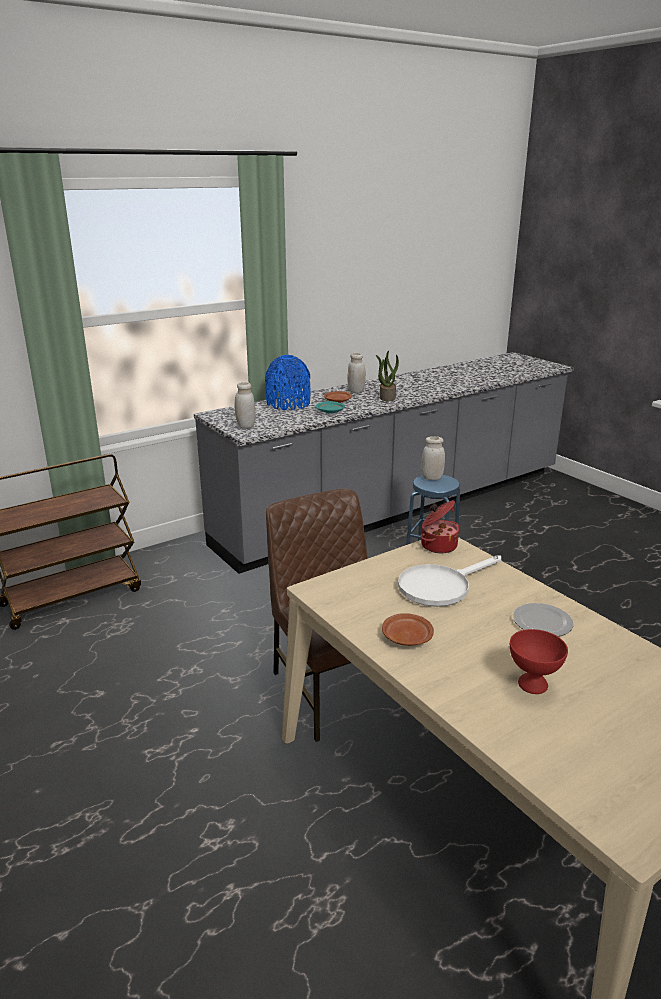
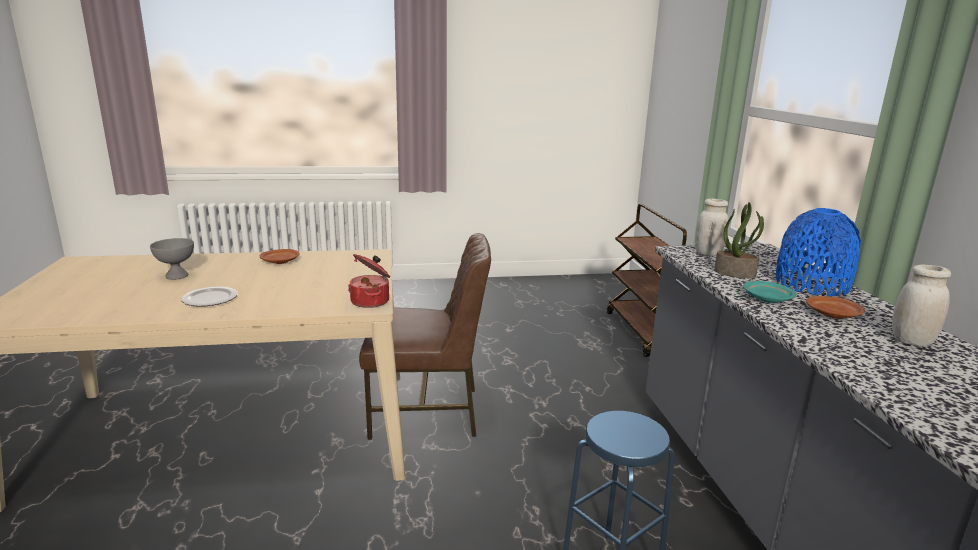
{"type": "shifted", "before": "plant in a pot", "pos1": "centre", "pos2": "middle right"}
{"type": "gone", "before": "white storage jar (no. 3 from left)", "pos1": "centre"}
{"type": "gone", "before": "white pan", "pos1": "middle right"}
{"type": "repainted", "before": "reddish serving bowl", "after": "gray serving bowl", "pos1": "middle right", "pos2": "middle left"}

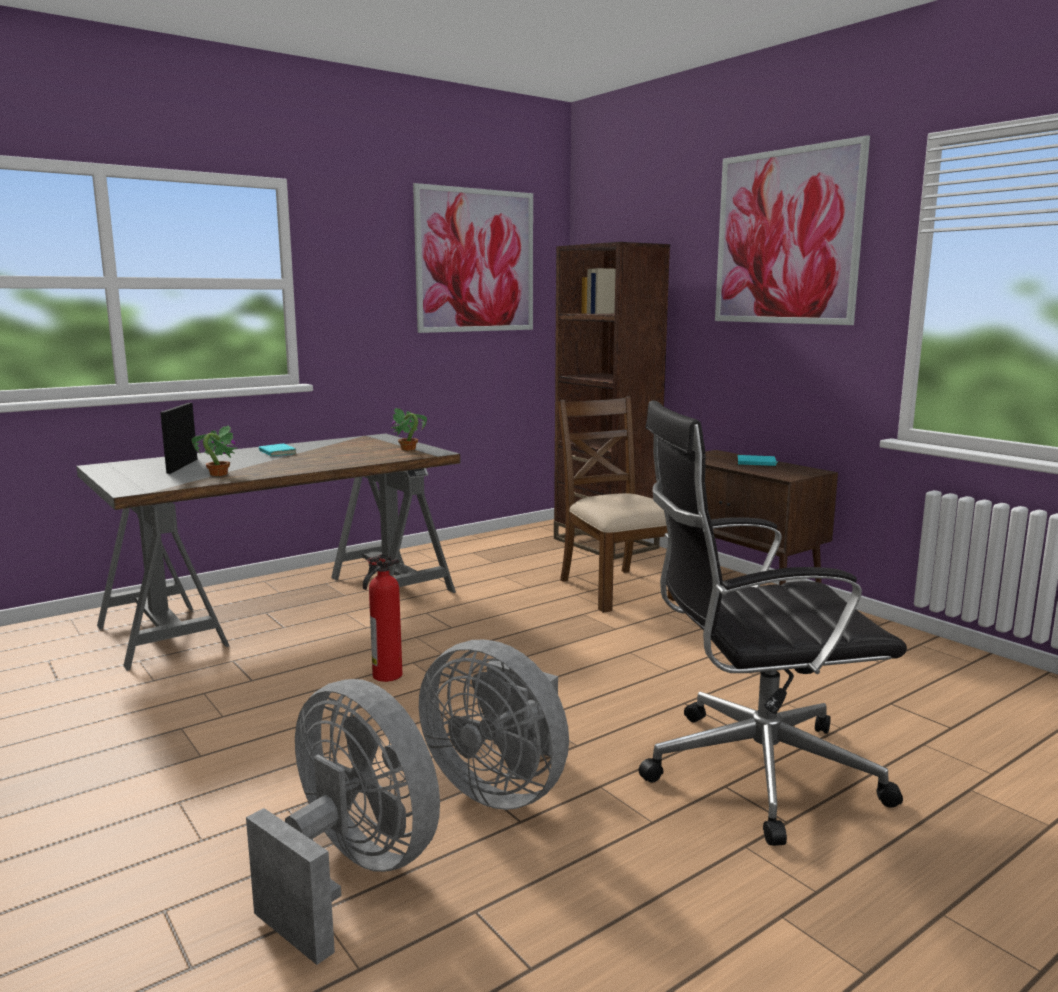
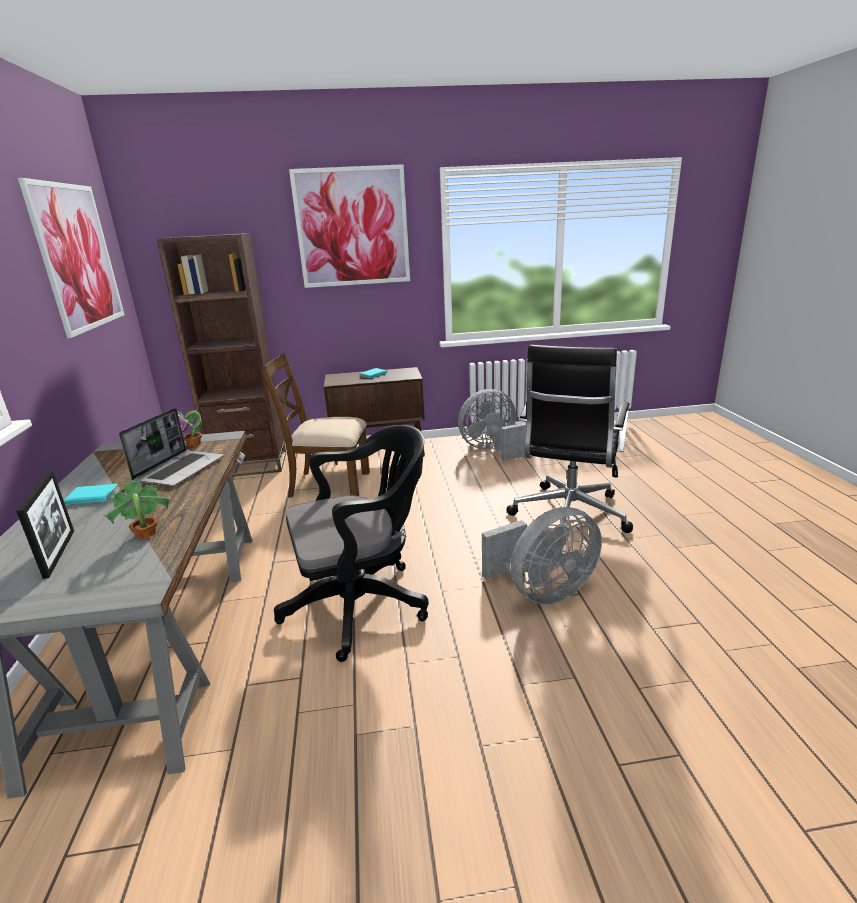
{"type": "rotated", "before": "standing frame", "pos1": "middle left", "pos2": "middle left", "turn": -135}
{"type": "swapped", "before": "fire-fighting cylinder", "after": "black desk chair (no. 1 from left)", "pos1": "centre", "pos2": "centre"}
{"type": "shifted", "before": "gray fan (no. 1 from left)", "pos1": "bottom left", "pos2": "centre"}
{"type": "new", "after": "portable computer", "pos2": "middle left"}

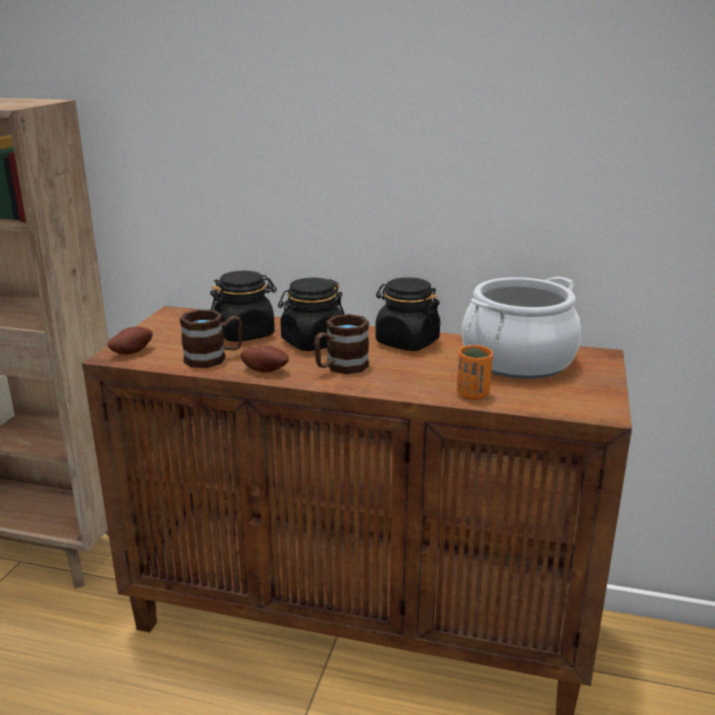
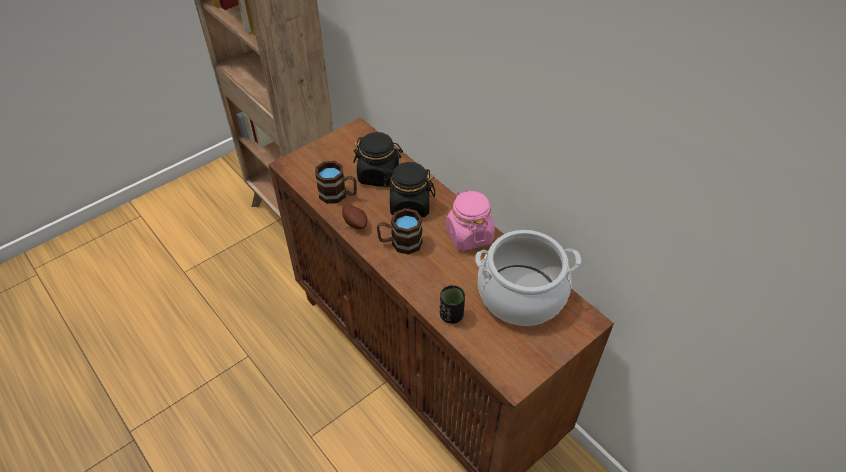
{"type": "repainted", "before": "black storage jar (no. 3 from left)", "after": "pinkish storage jar", "pos1": "centre", "pos2": "centre"}
{"type": "gone", "before": "whole potato (no. 1 from left)", "pos1": "middle left"}
{"type": "repainted", "before": "orangey cup", "after": "black cup", "pos1": "centre", "pos2": "centre"}

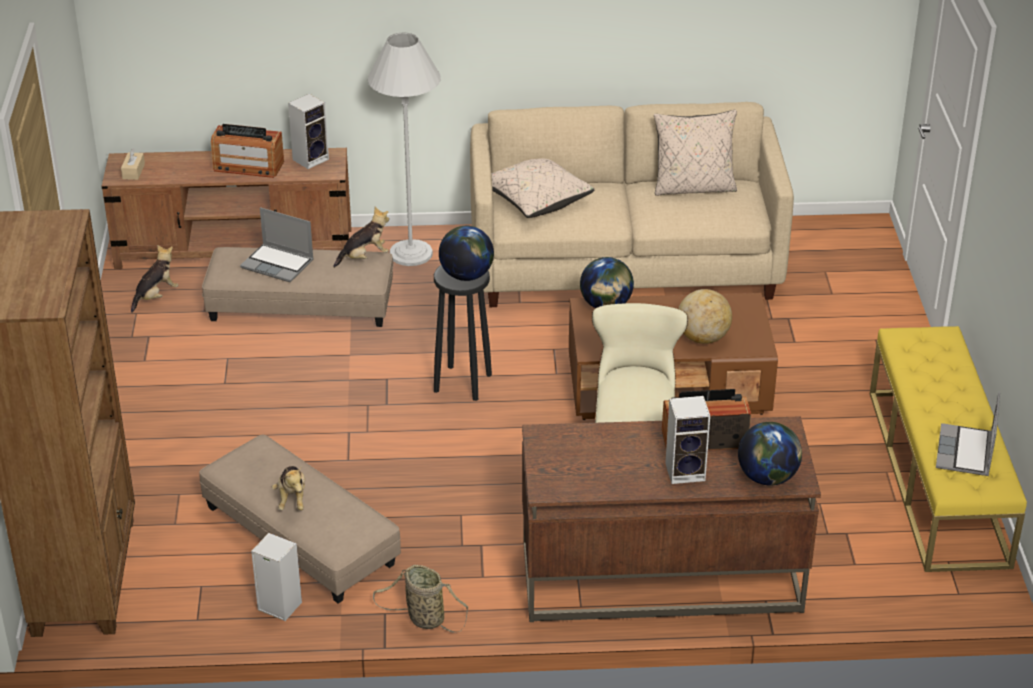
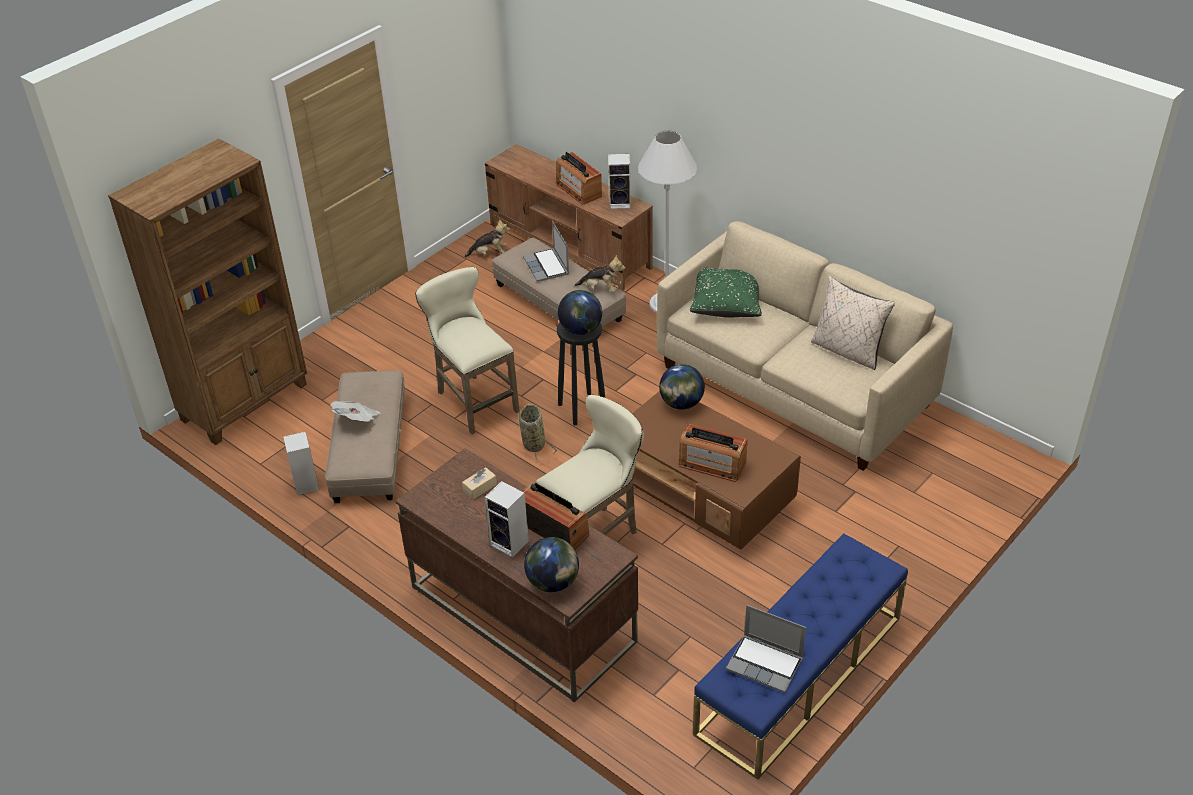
{"type": "shifted", "before": "beige tissue holder", "pos1": "top left", "pos2": "centre"}
{"type": "repainted", "before": "beige cushion (no. 1 from left)", "after": "green-coloured cushion", "pos1": "top centre", "pos2": "centre"}
{"type": "swapped", "before": "globe (no. 3 from left)", "after": "radio set (no. 3 from left)", "pos1": "middle right", "pos2": "centre"}
{"type": "repainted", "before": "yellow indoor bench", "after": "bluish indoor bench", "pos1": "middle right", "pos2": "bottom right"}
{"type": "rotated", "before": "portable computer (no. 2 from left)", "pos1": "middle right", "pos2": "bottom centre", "turn": -120}
{"type": "swapped", "before": "cuddly toy (no. 2 from left)", "after": "newspaper", "pos1": "bottom left", "pos2": "middle left"}
{"type": "shifted", "before": "storage basket", "pos1": "bottom centre", "pos2": "centre"}
{"type": "new", "after": "beige stool (no. 1 from left)", "pos2": "centre"}

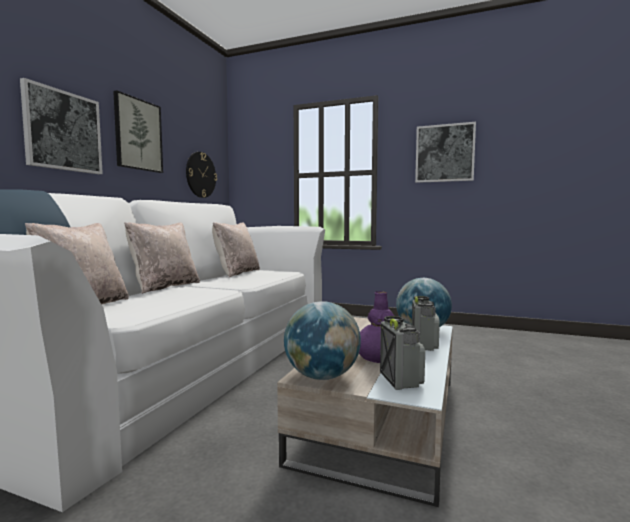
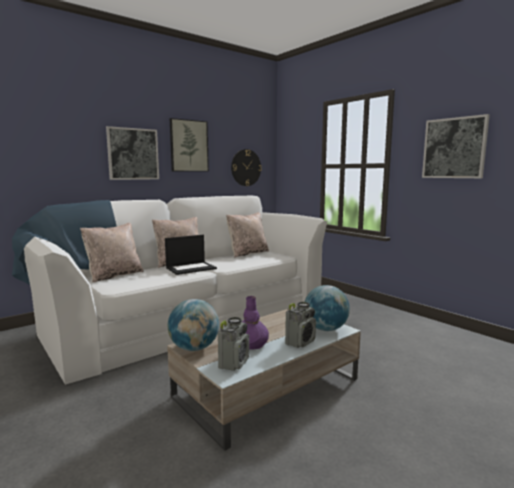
{"type": "new", "after": "portable computer", "pos2": "centre"}

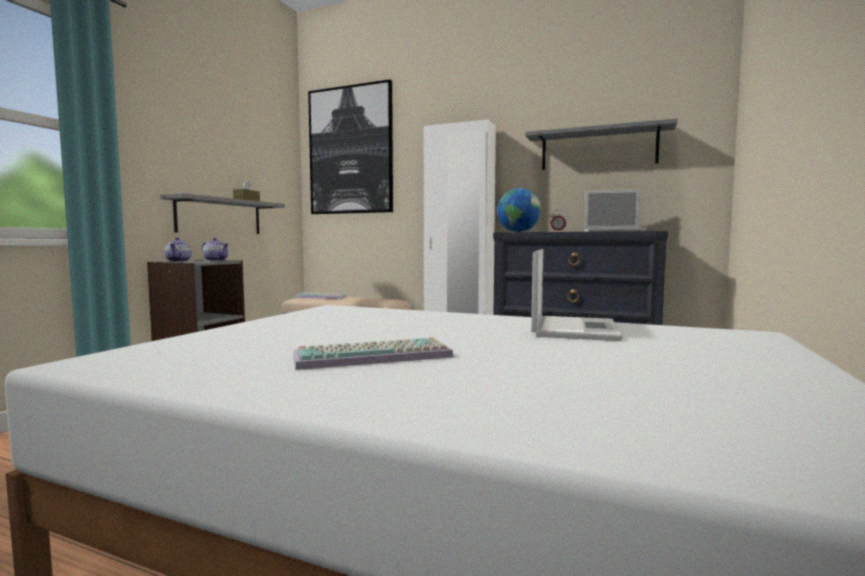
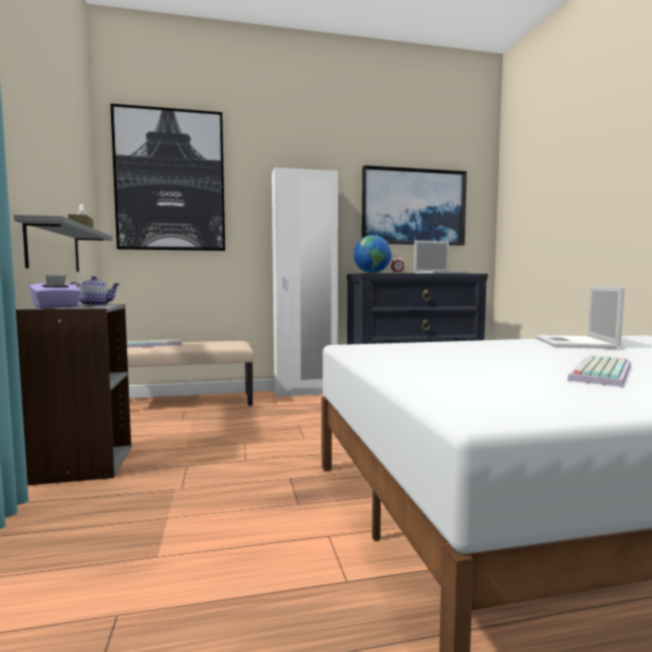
{"type": "swapped", "before": "gray wall shelf (no. 2 from left)", "after": "wall art (no. 2 from left)", "pos1": "top right", "pos2": "top centre"}
{"type": "swapped", "before": "tea pot (no. 1 from left)", "after": "purplish tissue holder", "pos1": "middle left", "pos2": "middle left"}
{"type": "rotated", "before": "portable computer (no. 1 from left in the first image)", "pos1": "middle right", "pos2": "middle right", "turn": -150}

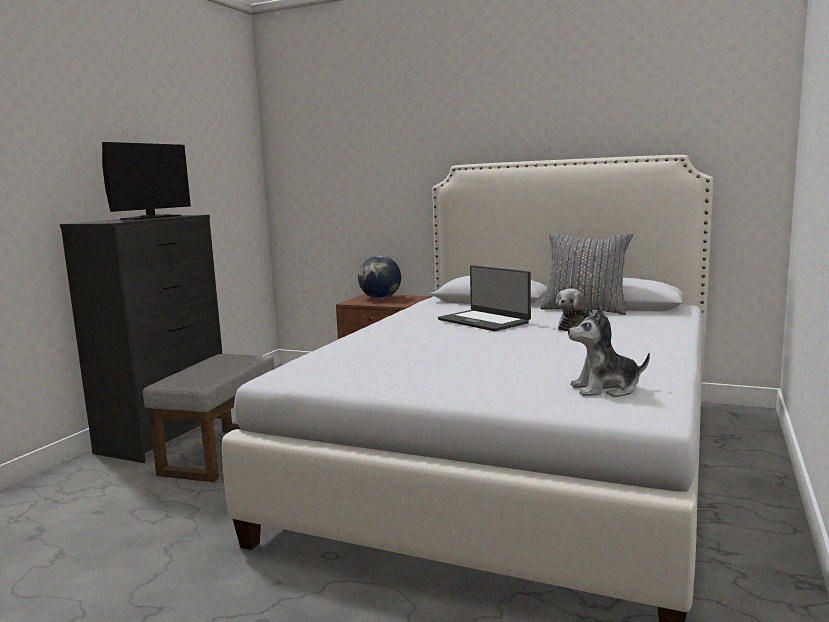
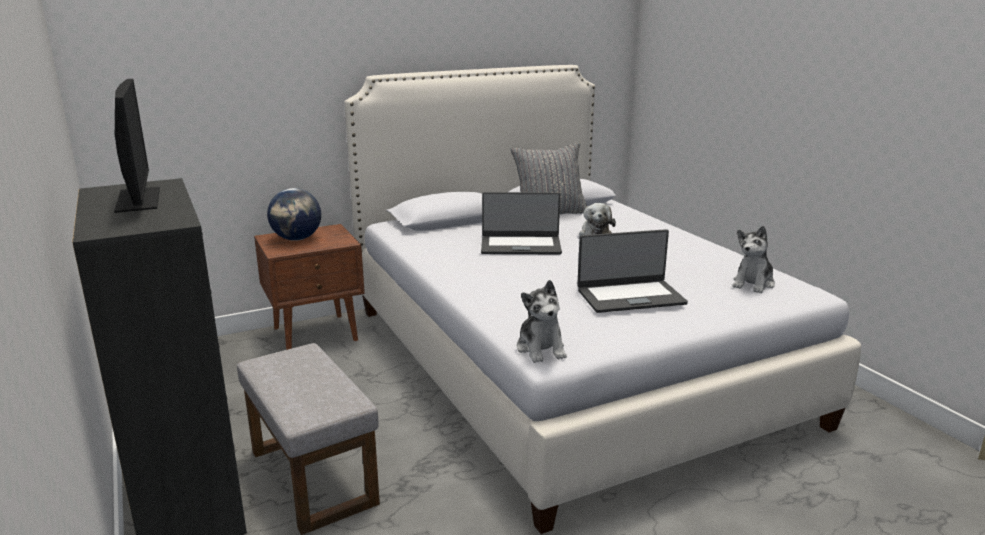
{"type": "new", "after": "portable computer (no. 2 from left)", "pos2": "centre"}
{"type": "new", "after": "cuddly toy (no. 1 from left)", "pos2": "centre"}

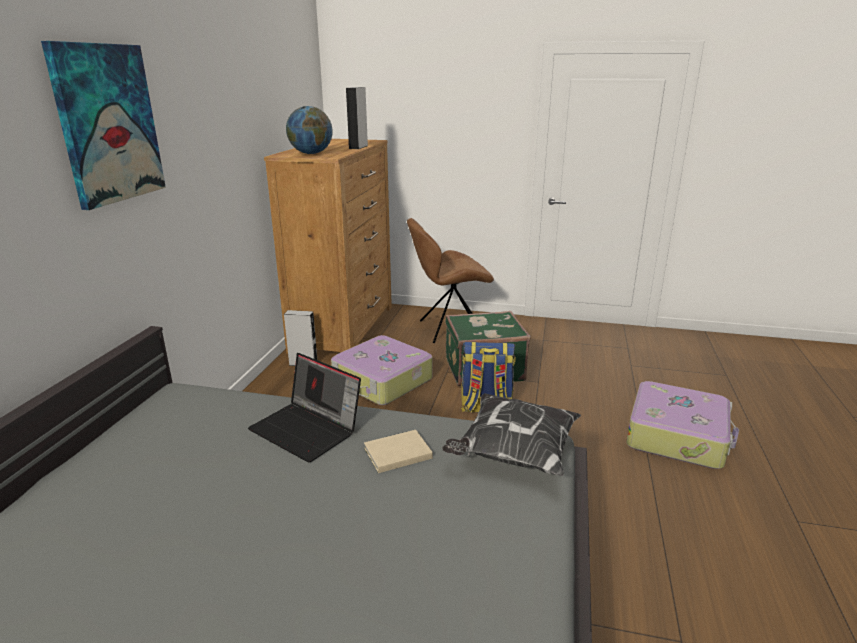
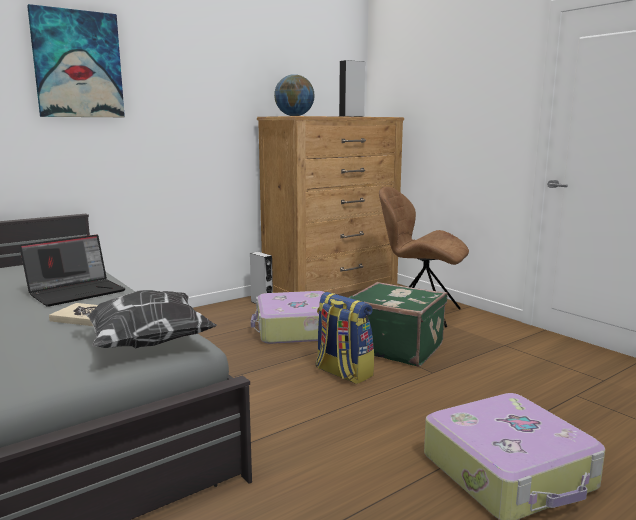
{"type": "rotated", "before": "portable computer", "pos1": "centre", "pos2": "middle left", "turn": -120}

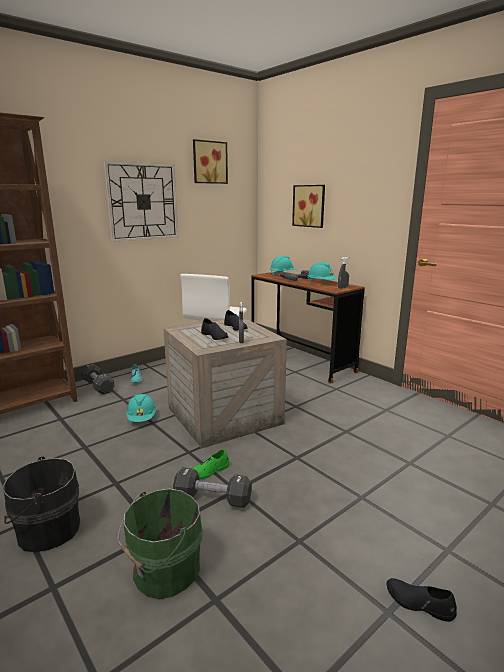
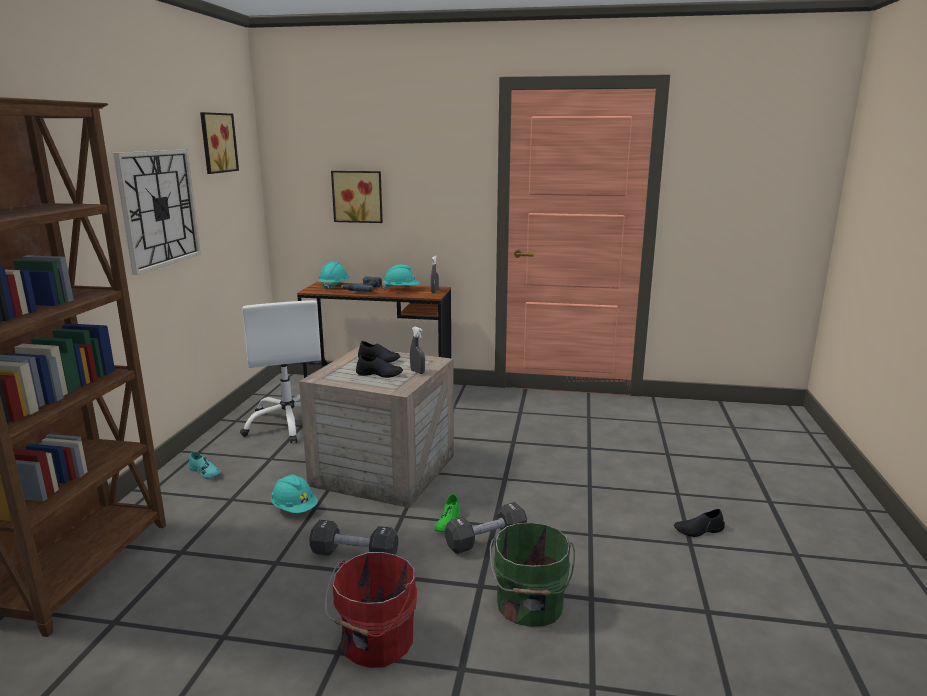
{"type": "shifted", "before": "black dumbbell (no. 1 from left)", "pos1": "middle left", "pos2": "bottom centre"}
{"type": "repainted", "before": "black pail", "after": "reddish pail", "pos1": "bottom left", "pos2": "bottom centre"}

